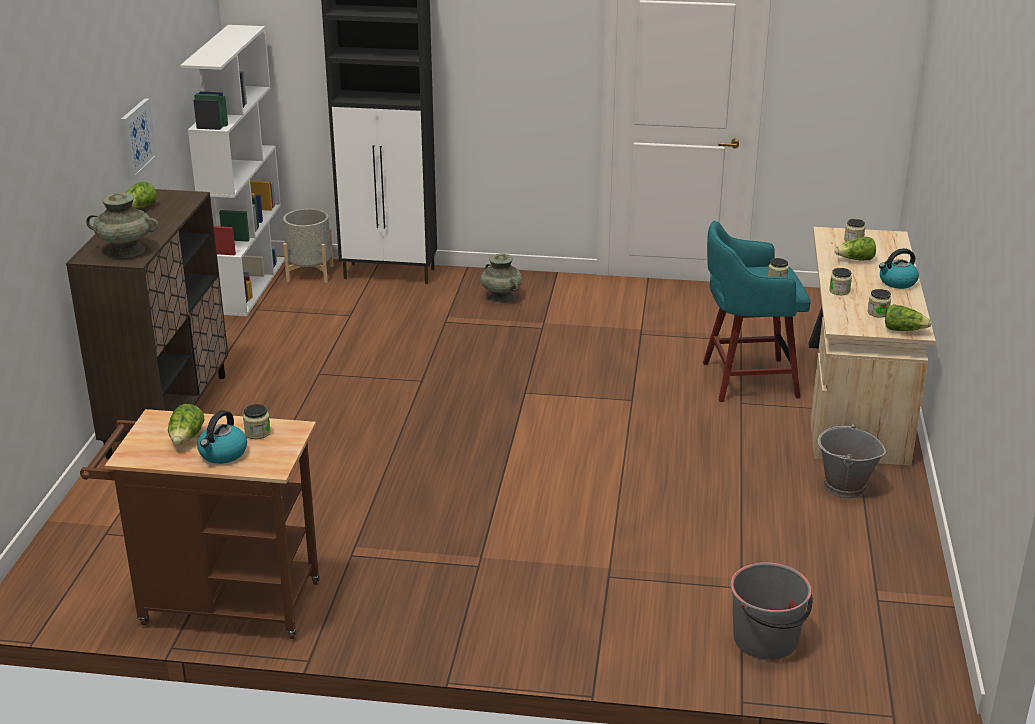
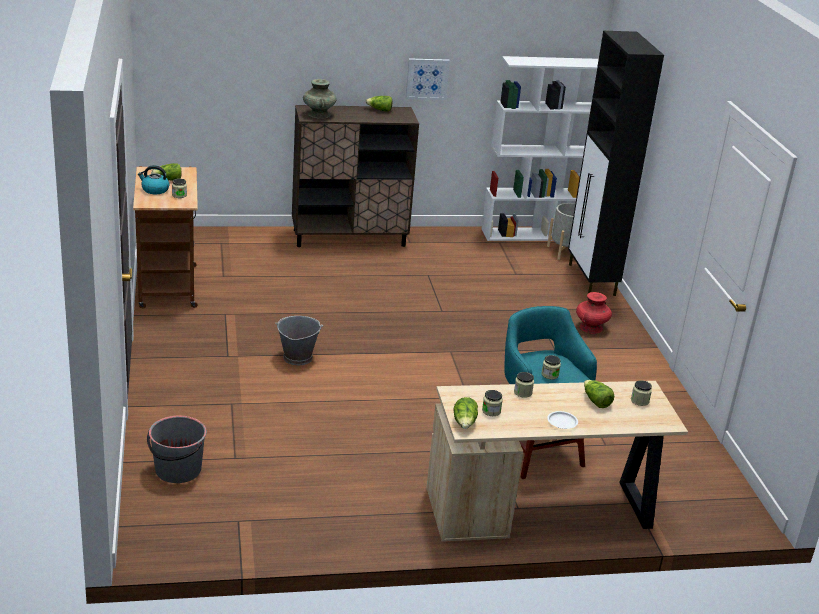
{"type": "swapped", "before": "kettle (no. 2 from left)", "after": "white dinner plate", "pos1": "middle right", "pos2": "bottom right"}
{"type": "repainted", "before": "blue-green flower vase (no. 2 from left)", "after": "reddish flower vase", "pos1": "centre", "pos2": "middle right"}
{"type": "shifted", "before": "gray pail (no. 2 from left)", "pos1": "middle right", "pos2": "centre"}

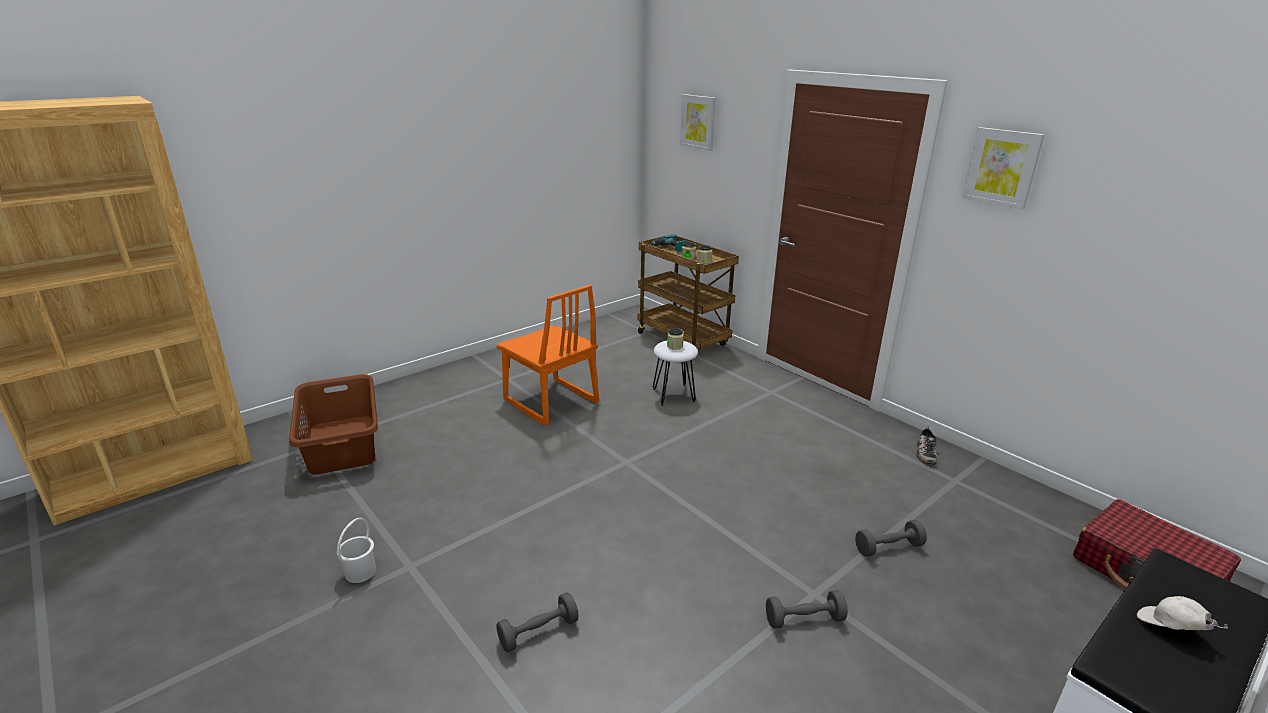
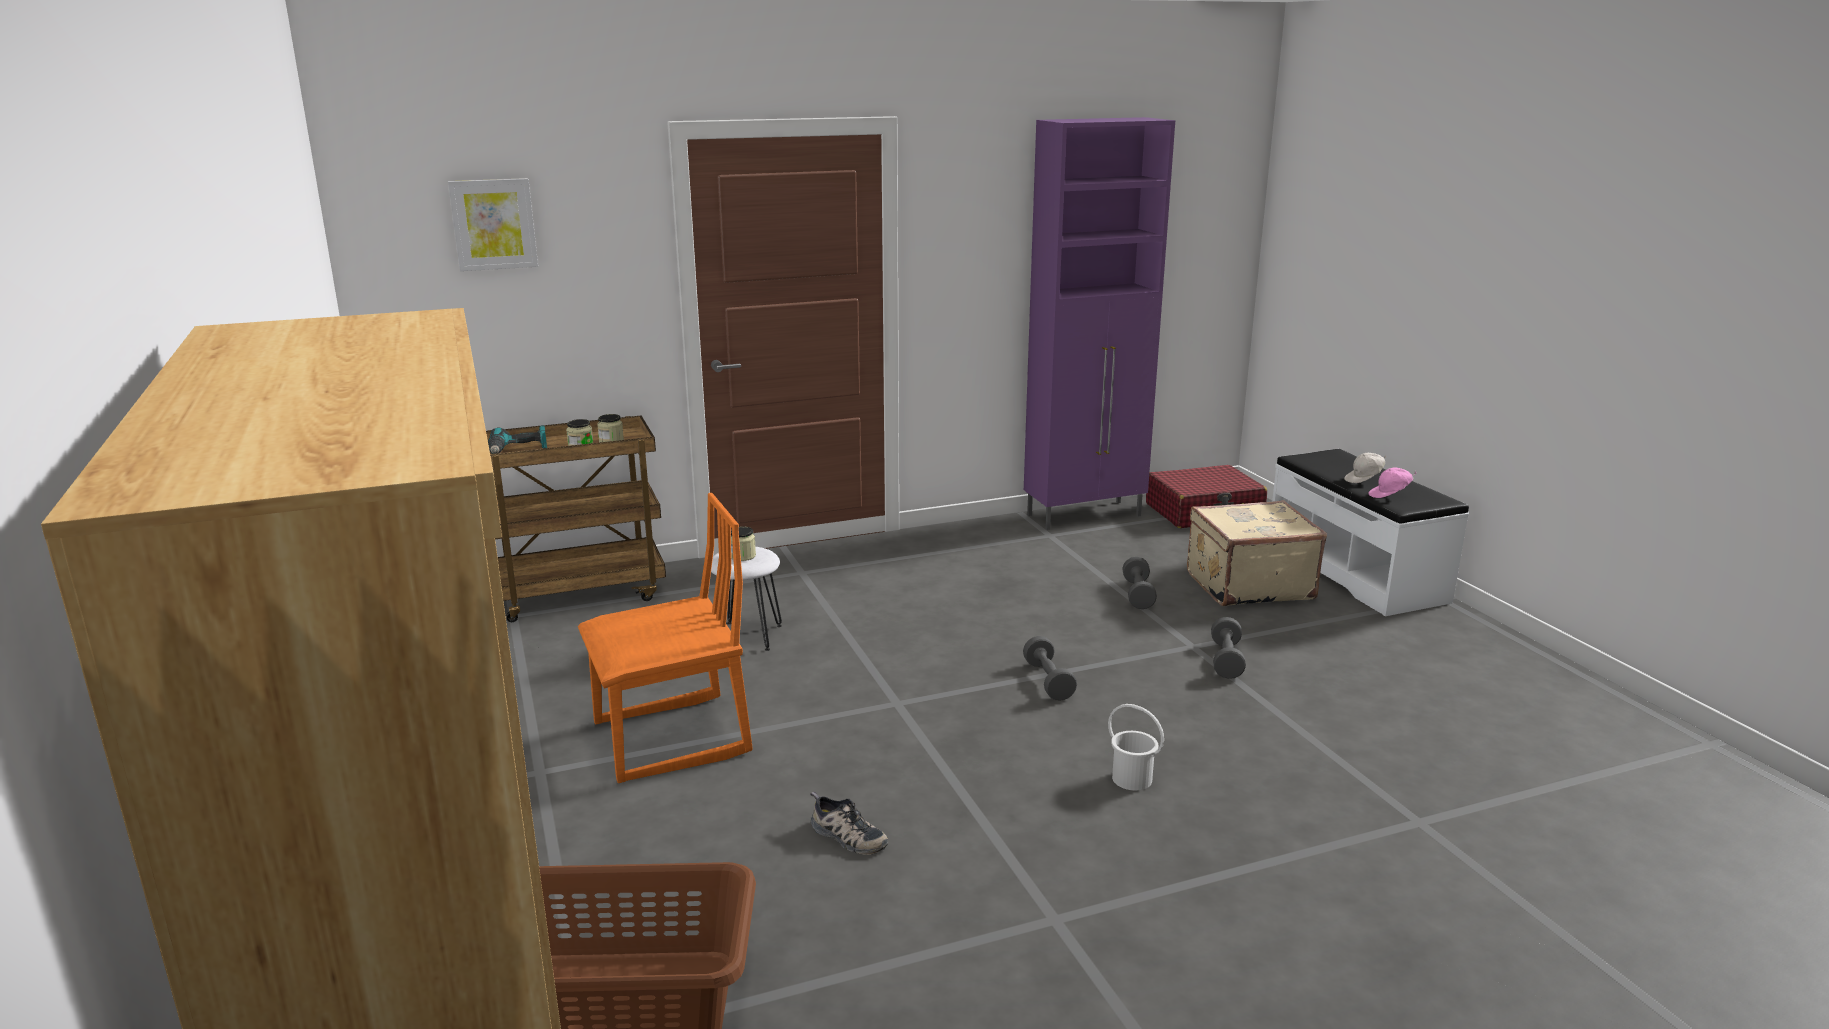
{"type": "gone", "before": "wall art (no. 2 from left)", "pos1": "top right"}
{"type": "shifted", "before": "item of footwear", "pos1": "middle right", "pos2": "bottom centre"}
{"type": "shifted", "before": "white pail", "pos1": "bottom left", "pos2": "bottom centre"}
{"type": "shifted", "before": "gray dumbbell (no. 1 from left)", "pos1": "bottom centre", "pos2": "centre"}
{"type": "new", "after": "purplish cabinet", "pos2": "top centre"}
{"type": "new", "after": "pinkish cap", "pos2": "middle right"}
{"type": "new", "after": "beige travel case", "pos2": "middle right"}

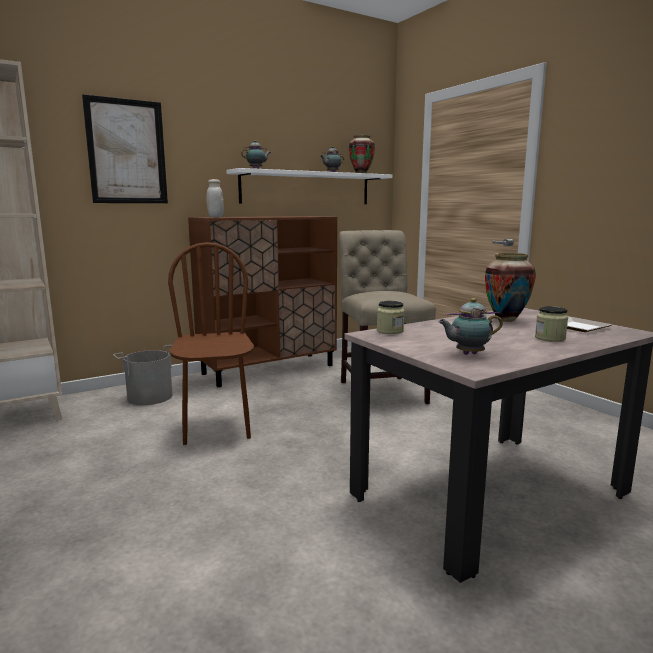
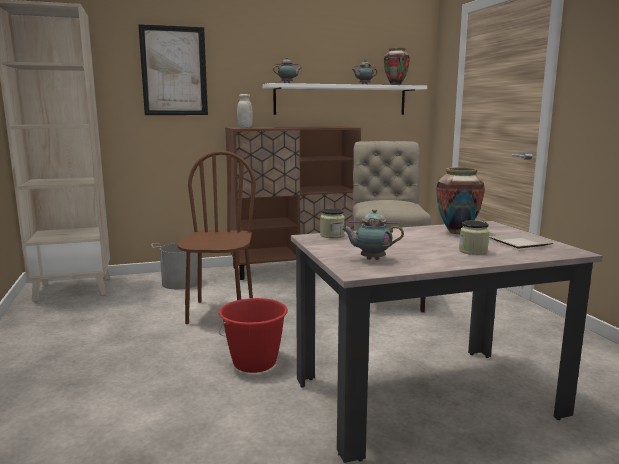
{"type": "new", "after": "reddish pail", "pos2": "bottom centre"}

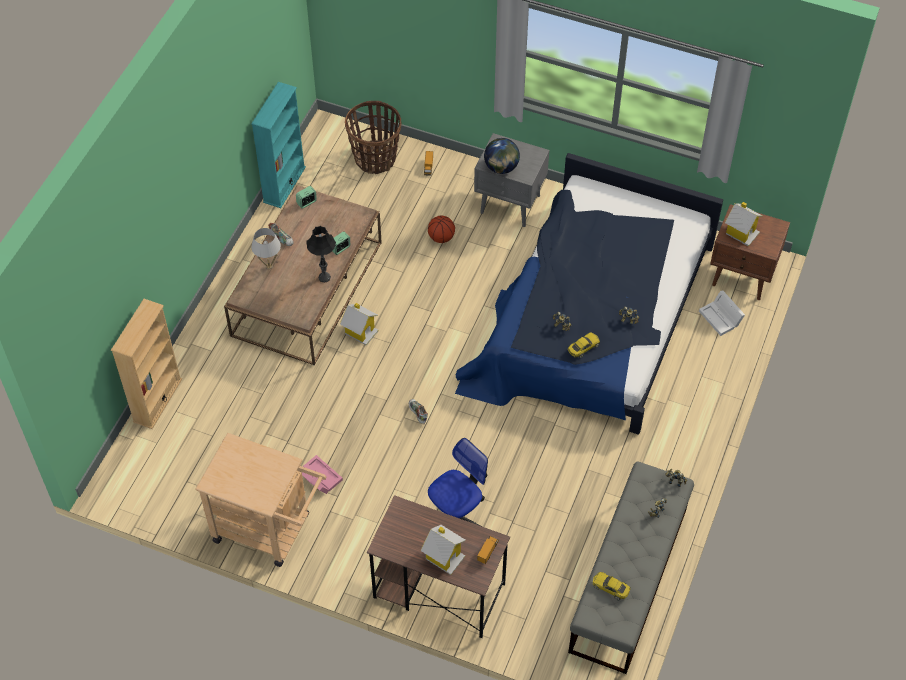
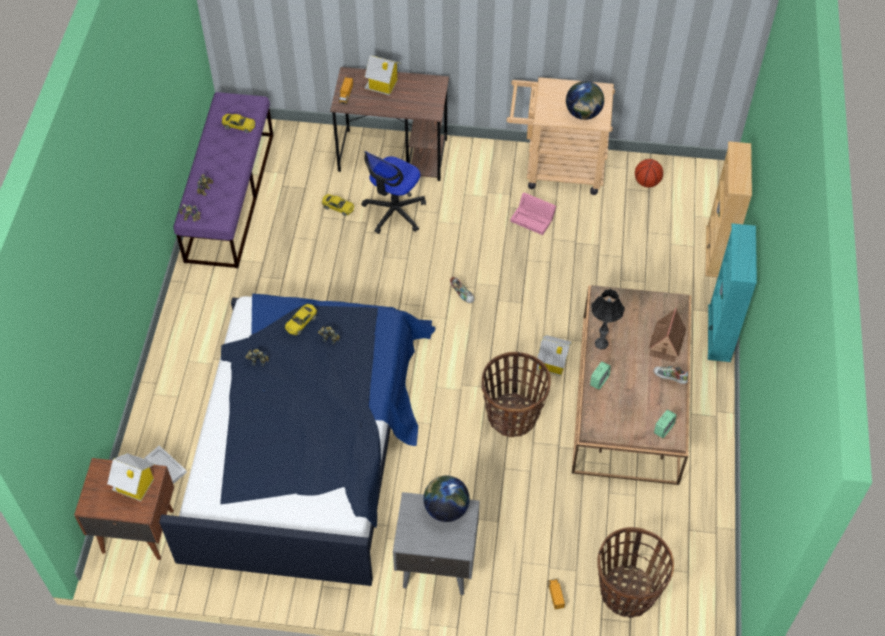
{"type": "shifted", "before": "blue-green bookshelf", "pos1": "top left", "pos2": "middle right"}
{"type": "shifted", "before": "ball for basketball", "pos1": "centre", "pos2": "top right"}
{"type": "swapped", "before": "white lamp for a table", "after": "toy house (no. 4 from left)", "pos1": "middle left", "pos2": "middle right"}
{"type": "repainted", "before": "gray indoor bench", "after": "purplish indoor bench", "pos1": "bottom right", "pos2": "top left"}
{"type": "new", "after": "globe (no. 2 from left)", "pos2": "top centre"}
{"type": "new", "after": "yellow model car (no. 3 from left)", "pos2": "top centre"}
{"type": "new", "after": "storage basket (no. 1 from left)", "pos2": "centre"}

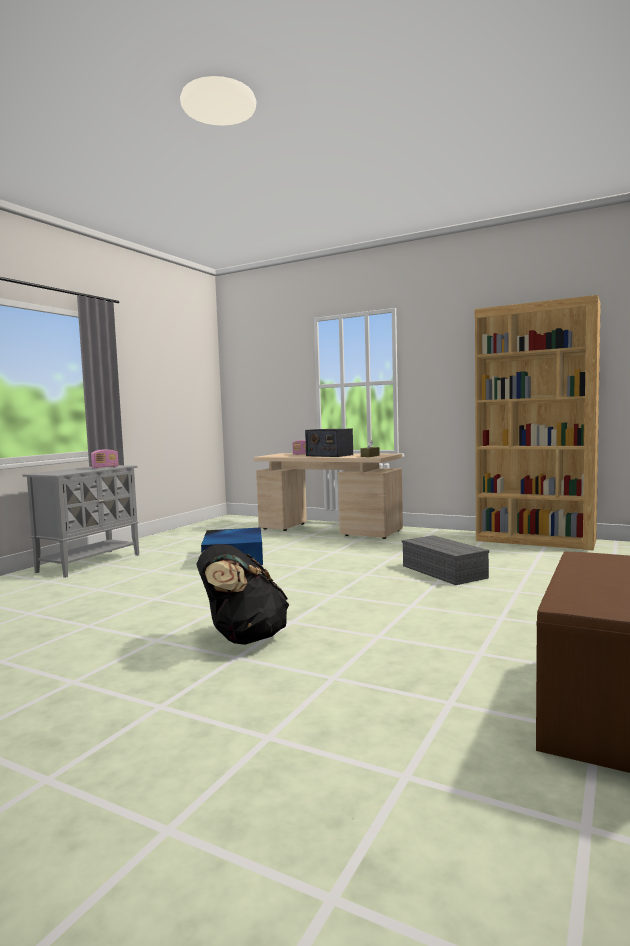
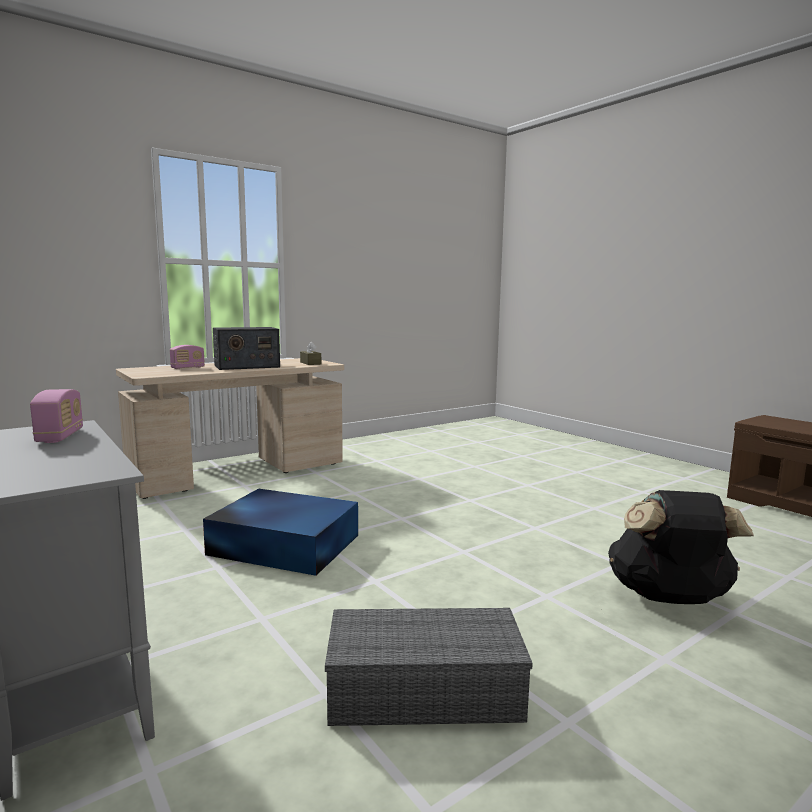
{"type": "gone", "before": "brownish bookshelf", "pos1": "middle right"}
{"type": "shifted", "before": "gray storage bin", "pos1": "middle right", "pos2": "bottom centre"}

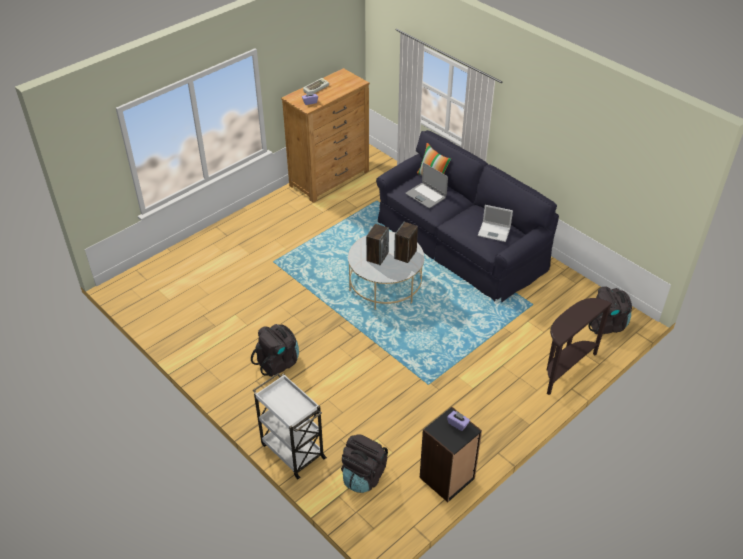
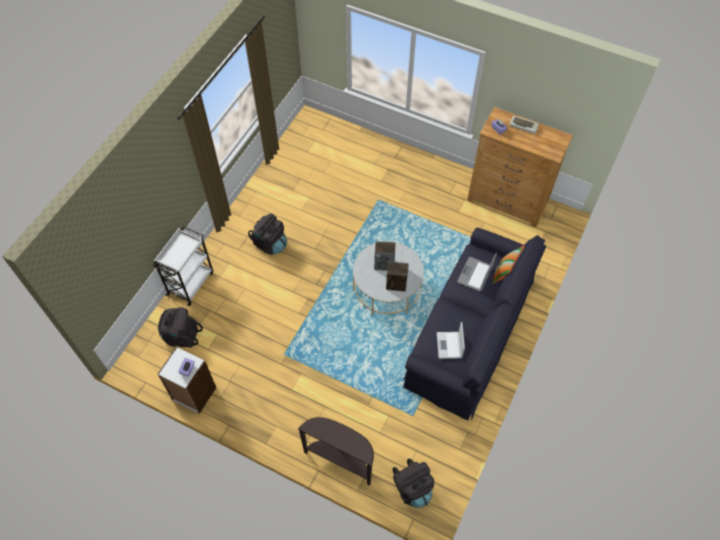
{"type": "repainted", "before": "black bookshelf", "after": "white bookshelf", "pos1": "bottom centre", "pos2": "bottom left"}

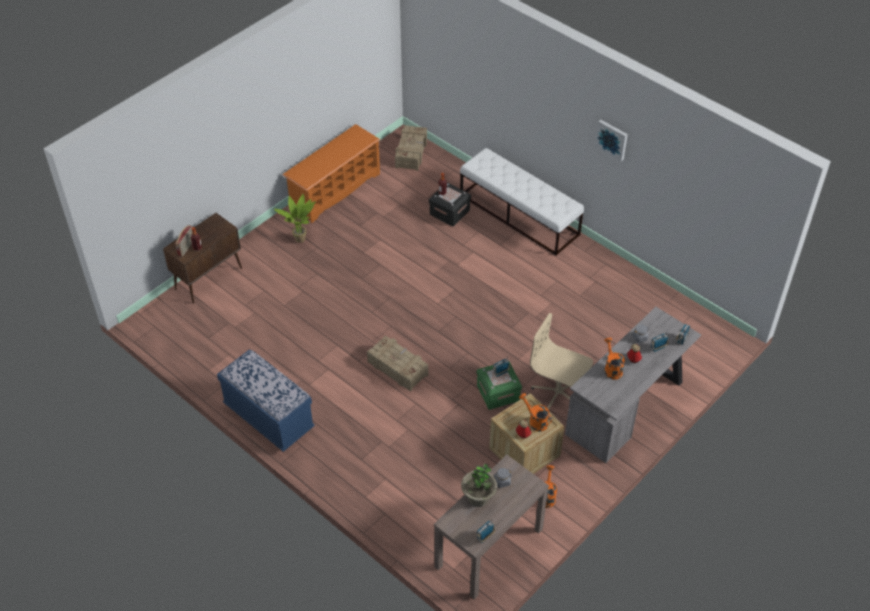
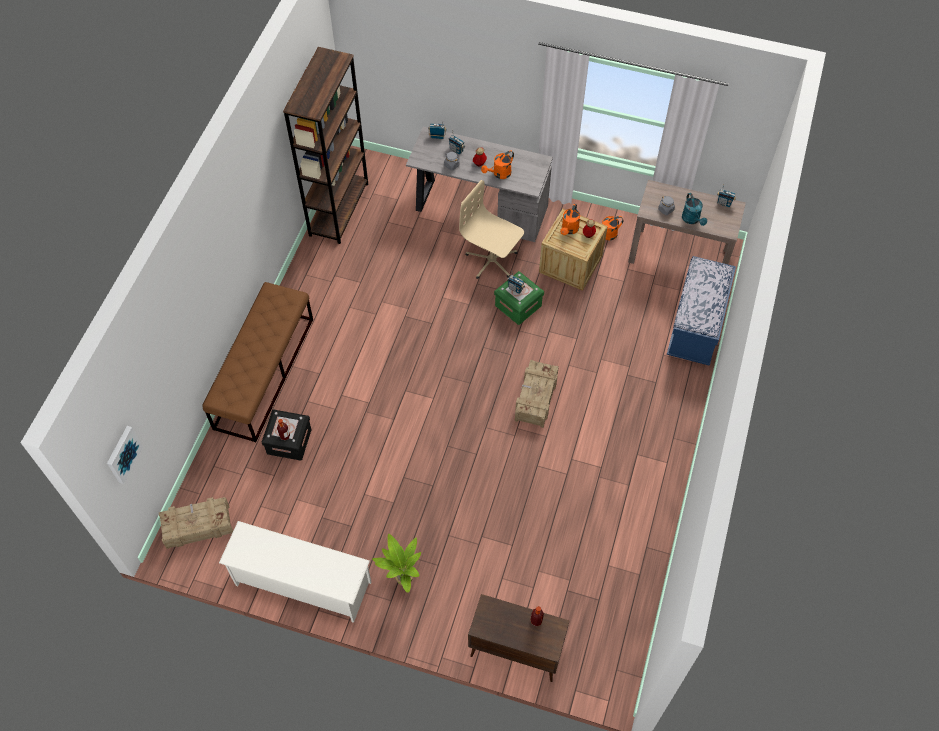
{"type": "shifted", "before": "wall art", "pos1": "top right", "pos2": "middle left"}
{"type": "repainted", "before": "orangey shoe stand", "after": "white shoe stand", "pos1": "top centre", "pos2": "bottom left"}
{"type": "repainted", "before": "white indoor bench", "after": "brownish indoor bench", "pos1": "top centre", "pos2": "middle left"}
{"type": "gone", "before": "radio set (no. 1 from left)", "pos1": "middle left"}
{"type": "rotated", "before": "beige desk chair", "pos1": "centre", "pos2": "top centre", "turn": 120}
{"type": "shifted", "before": "bluish indoor bench", "pos1": "middle left", "pos2": "middle right"}
{"type": "swapped", "before": "plant in a pot (no. 2 from left)", "after": "blue-green watering pot", "pos1": "bottom centre", "pos2": "top right"}
{"type": "new", "after": "brownish bookshelf", "pos2": "top centre"}

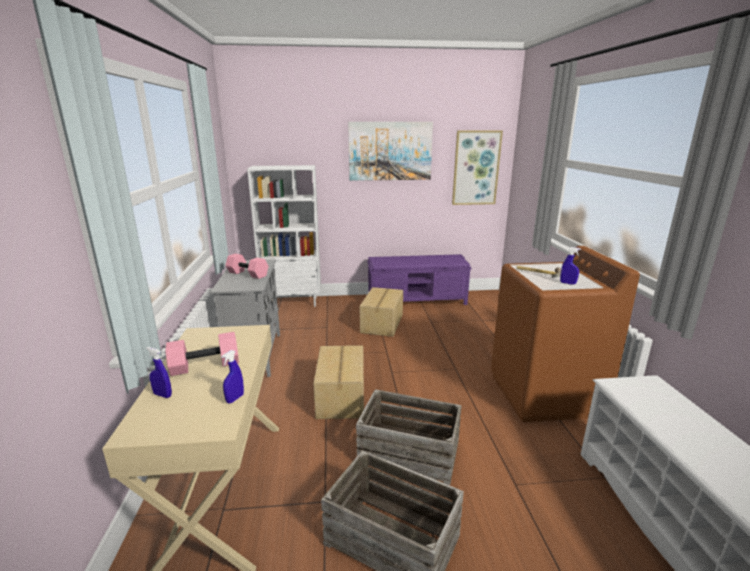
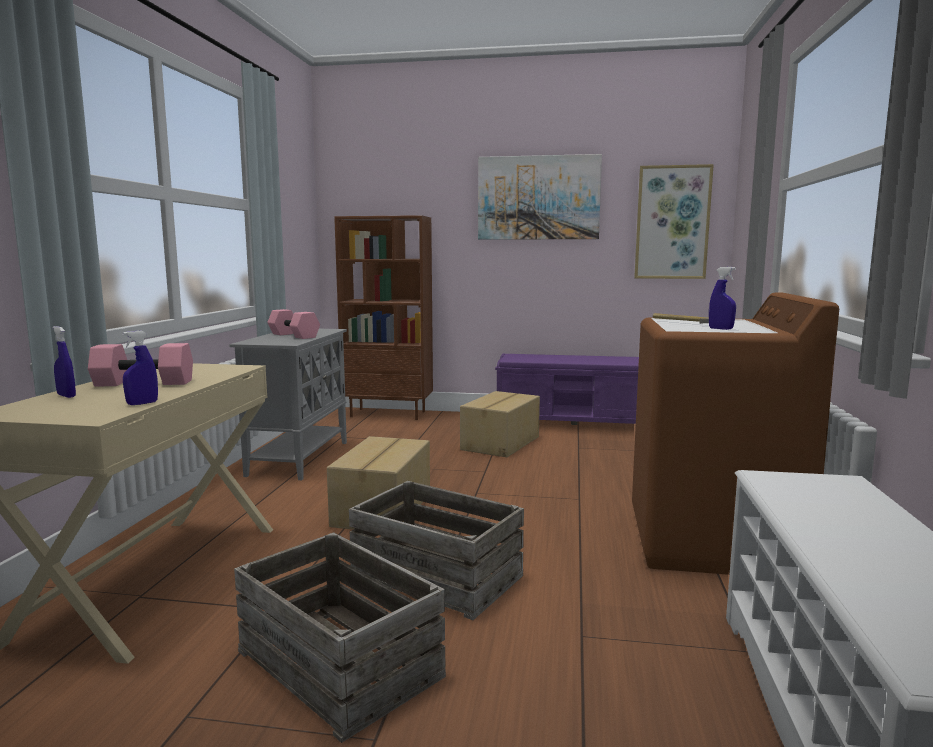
{"type": "repainted", "before": "white bookshelf", "after": "brownish bookshelf", "pos1": "centre", "pos2": "centre"}

